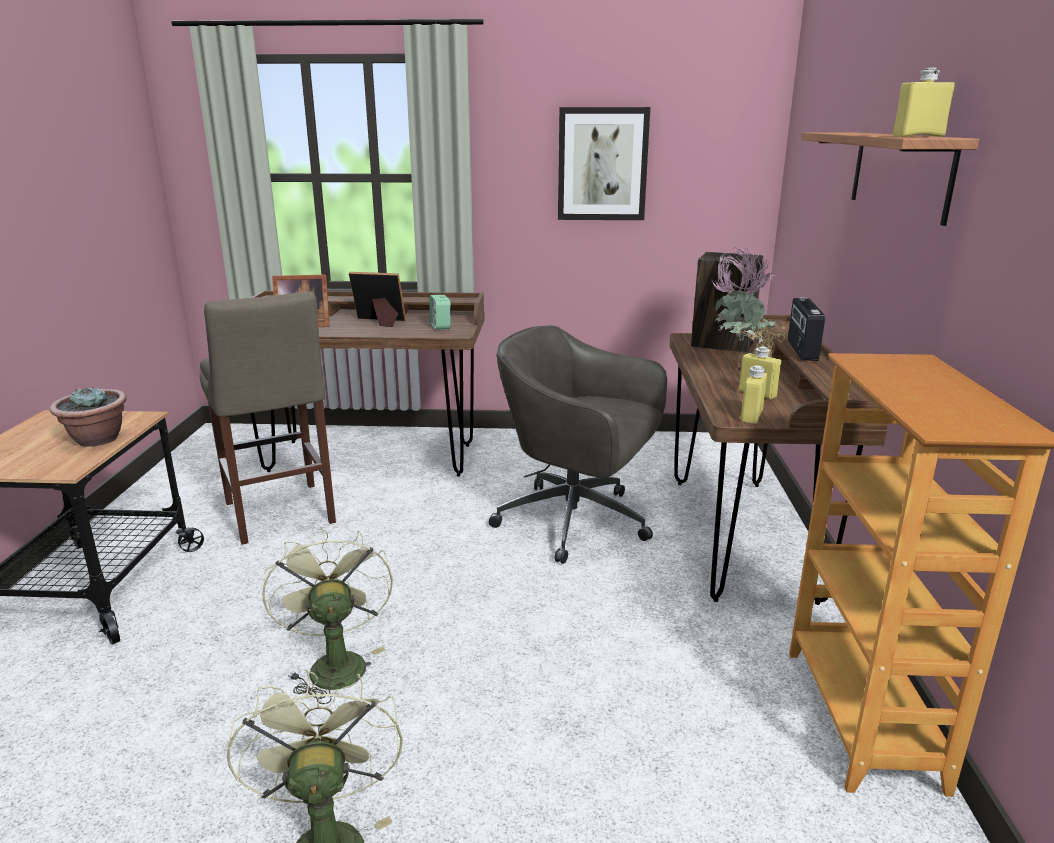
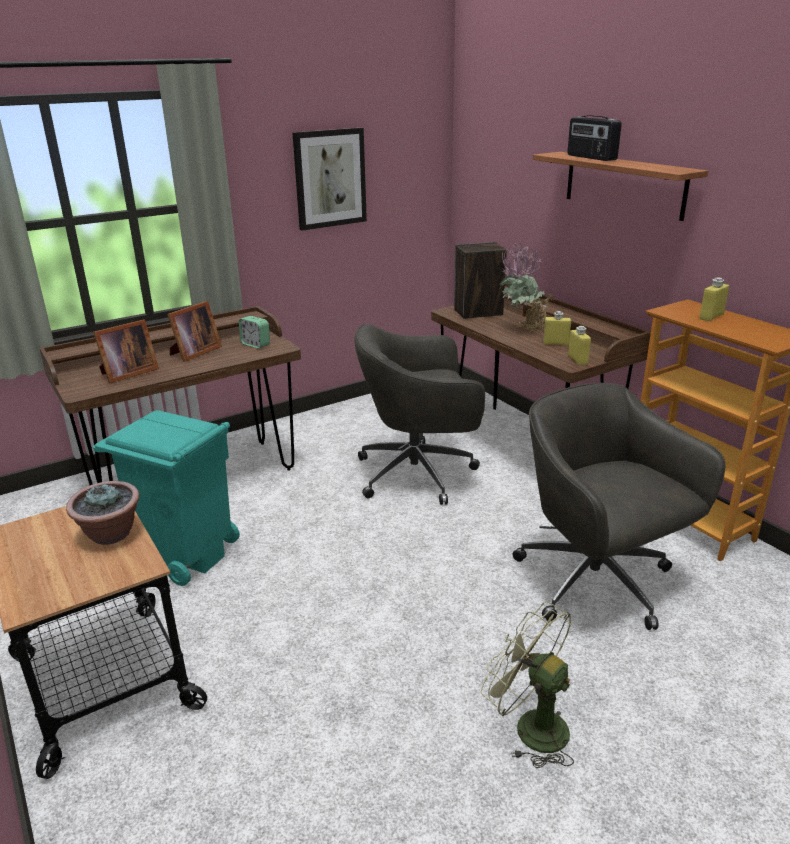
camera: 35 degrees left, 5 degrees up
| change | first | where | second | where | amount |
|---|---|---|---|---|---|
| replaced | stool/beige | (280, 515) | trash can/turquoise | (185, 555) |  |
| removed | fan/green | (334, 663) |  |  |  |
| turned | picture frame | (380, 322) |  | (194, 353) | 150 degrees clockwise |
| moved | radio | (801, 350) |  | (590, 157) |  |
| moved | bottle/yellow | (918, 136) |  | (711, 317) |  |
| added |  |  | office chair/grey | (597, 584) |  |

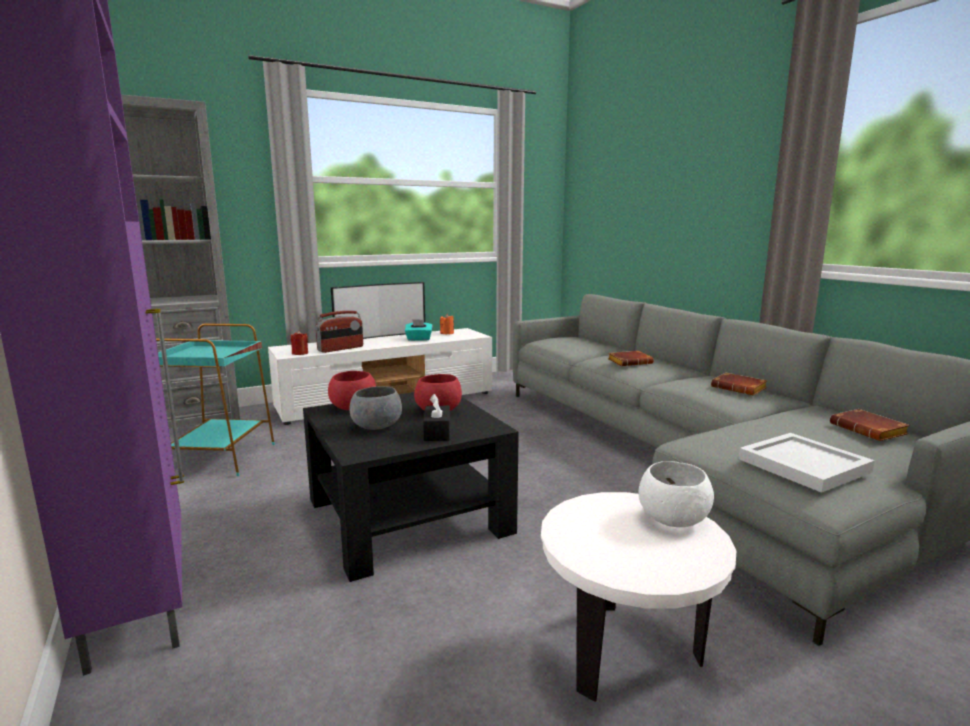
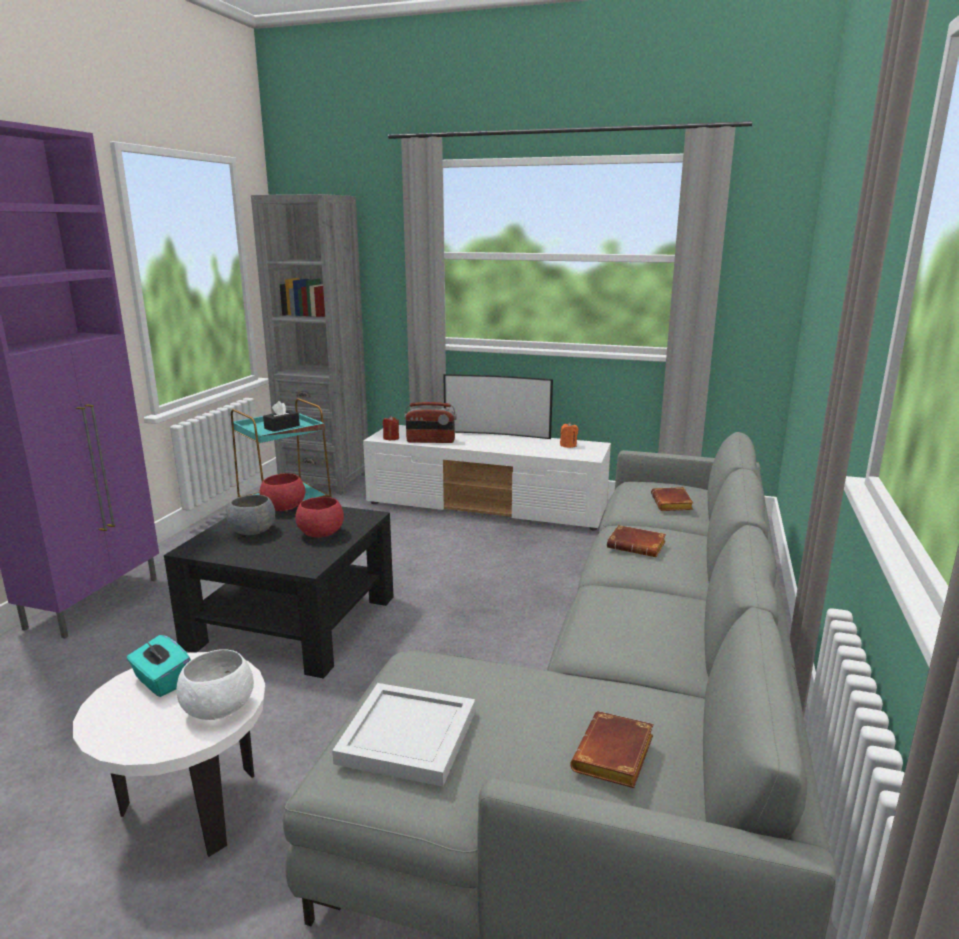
camera: 45 degrees right, 5 degrees up
| change | first | where | second | where | amount |
|---|---|---|---|---|---|
| moved | tissue box/turquoise | (419, 339) |  | (161, 681) |  |
| moved | tissue box/black | (437, 432) |  | (282, 427) |  |
| moved | book/brown | (740, 388) |  | (673, 504) |  |

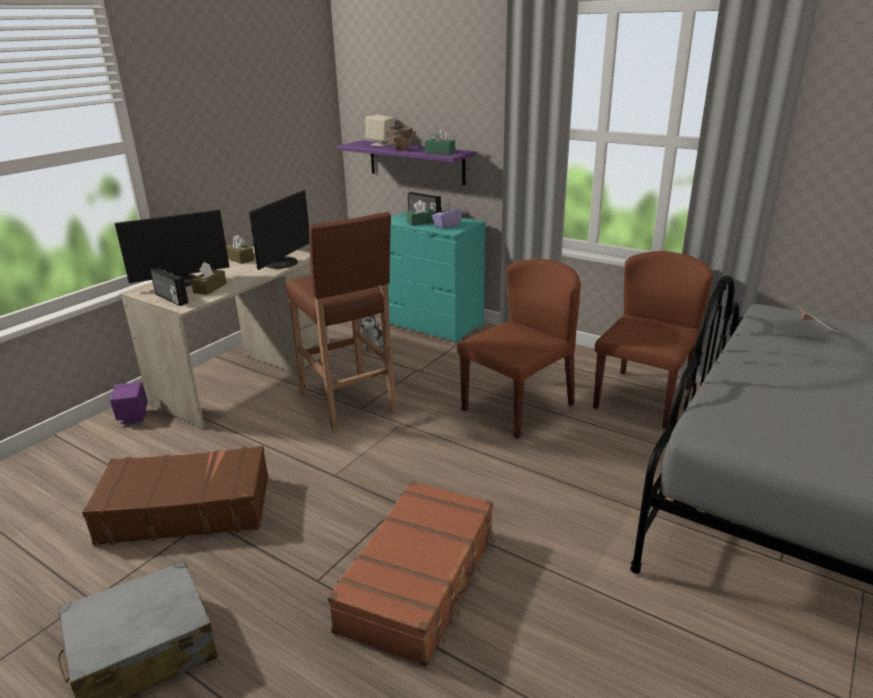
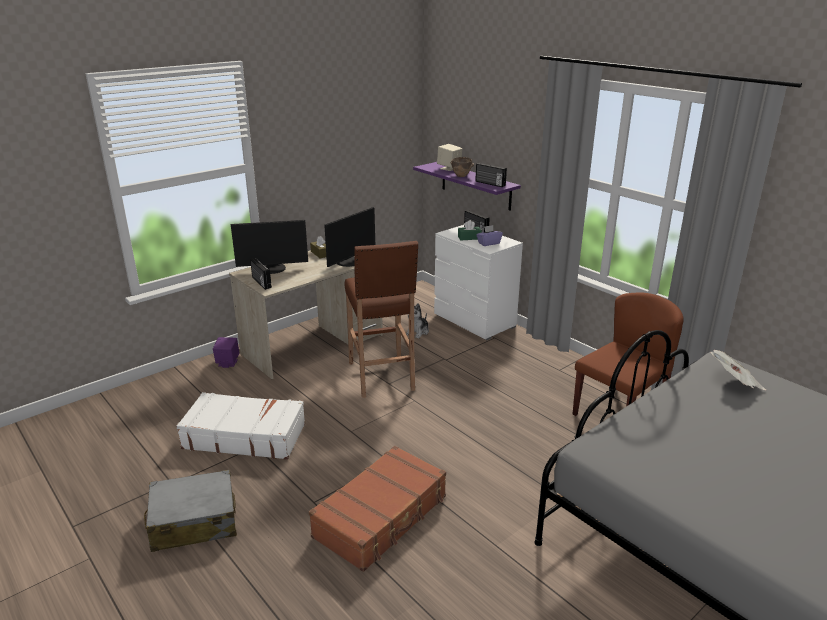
camera: 15 degrees right, 0 degrees up
| change | first | where | second | where | amount |
|---|---|---|---|---|---|
| recoloured | suitcase/brown | (186, 508) | suitcase/white | (244, 436) |  |
| removed | tissue box/brown | (210, 288) |  |  |  |
| recoloured | dresser/turquoise | (434, 324) | dresser/white | (474, 321) |  |
| replaced | tissue box/green | (440, 152) | radio | (490, 183) |  |
| removed | chair/brown | (518, 406) |  |  |  |

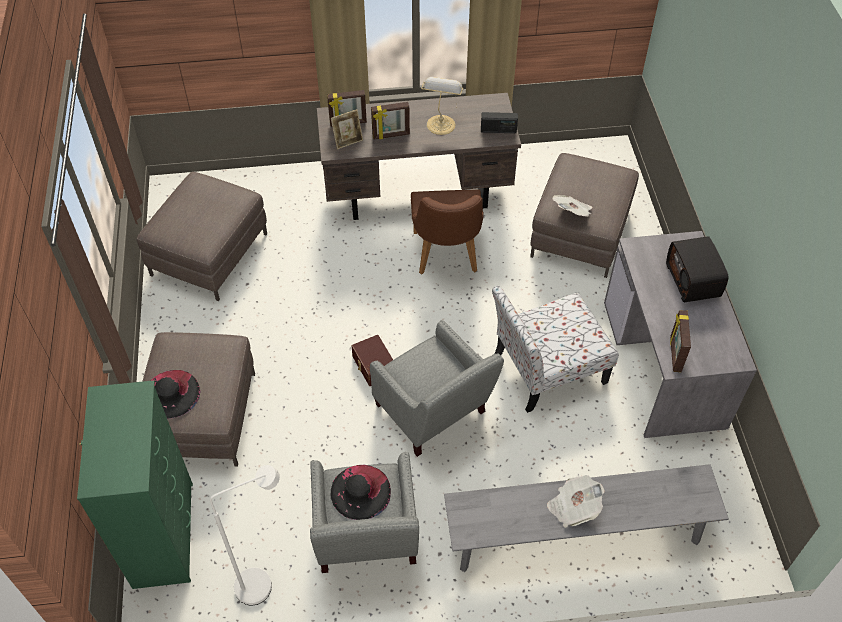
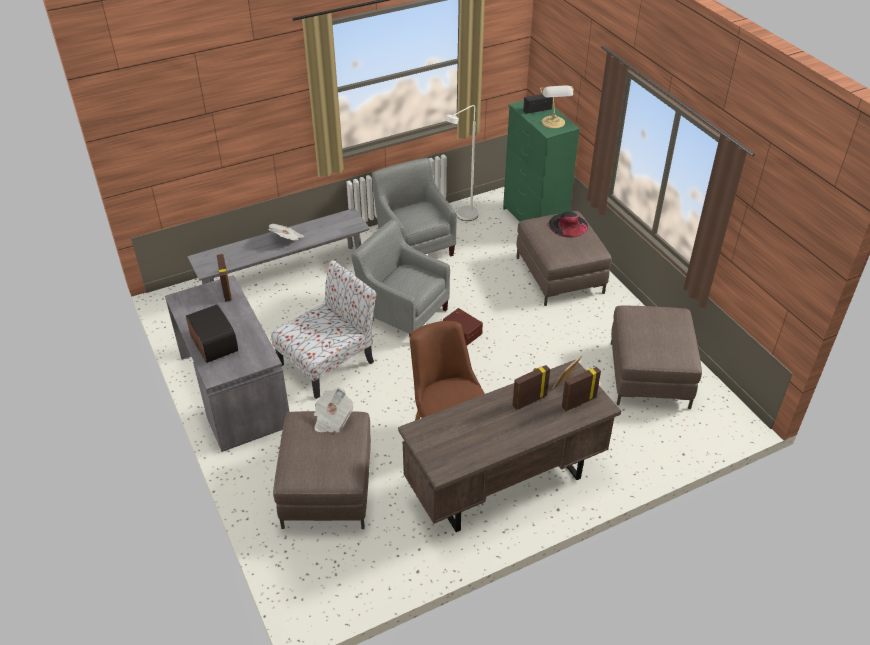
camera: 160 degrees right, 10 degrees down
| change | first | where | second | where | amount |
|---|---|---|---|---|---|
| removed | hat/black | (360, 492) |  |  |  |
| moved | table lamp | (441, 123) |  | (553, 123) |  |
| moved | radio | (498, 130) |  | (537, 110) |  |

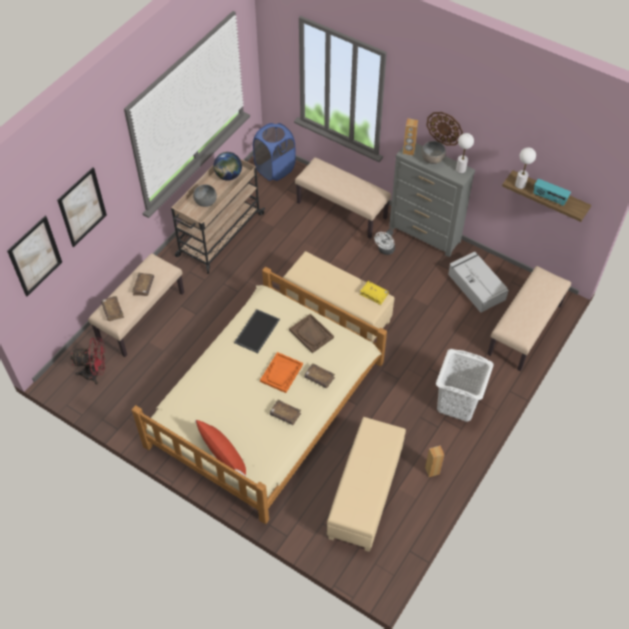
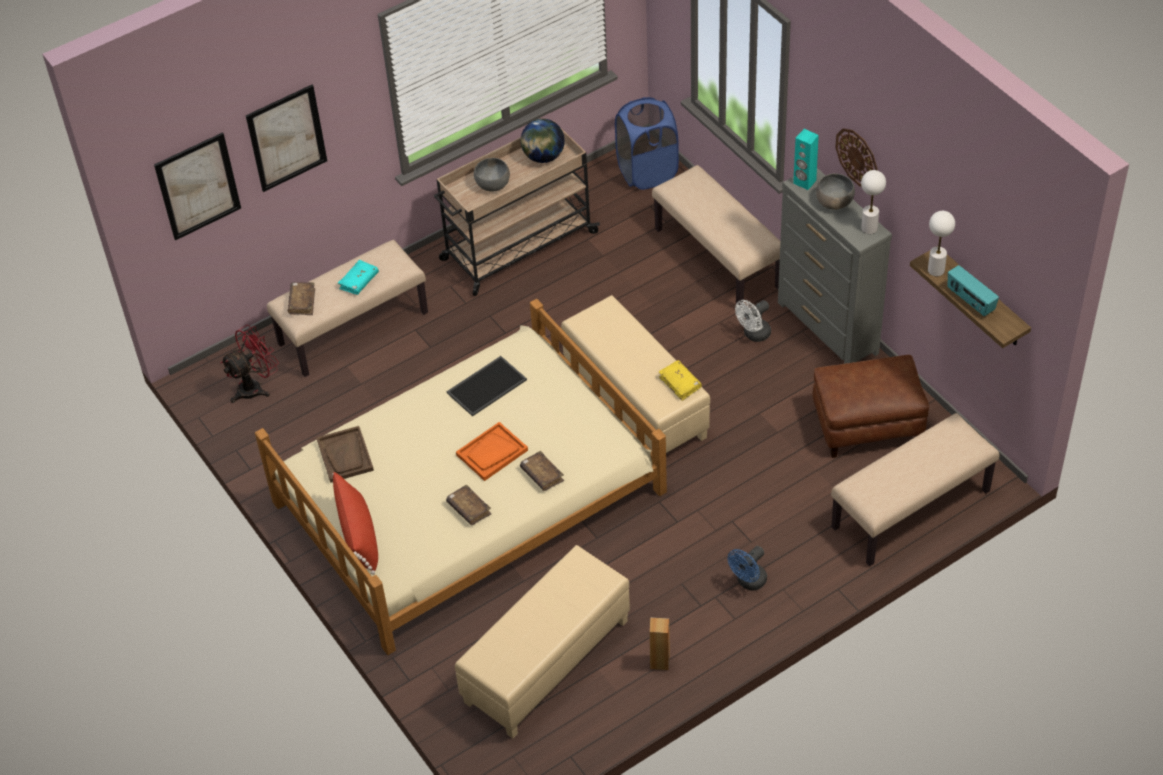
camera: 25 degrees right, 5 degrees down
| change | first | where | second | where | amount |
|---|---|---|---|---|---|
| turned | fan/red | (95, 373) |  | (255, 387) | 60 degrees counterclockwise |
| recoloured | book/brown | (143, 286) | book/turquoise | (359, 281) |  |
| moved | tray/brown | (311, 334) |  | (345, 455) |  |
| recoloured | speaker/brown | (408, 151) | speaker/turquoise | (804, 182) |  |
| replaced | laundry basket/white | (458, 403) | fan/blue | (748, 582) |  |
| replaced | storage box/grey | (476, 286) | ottoman/brown | (868, 424) |  |

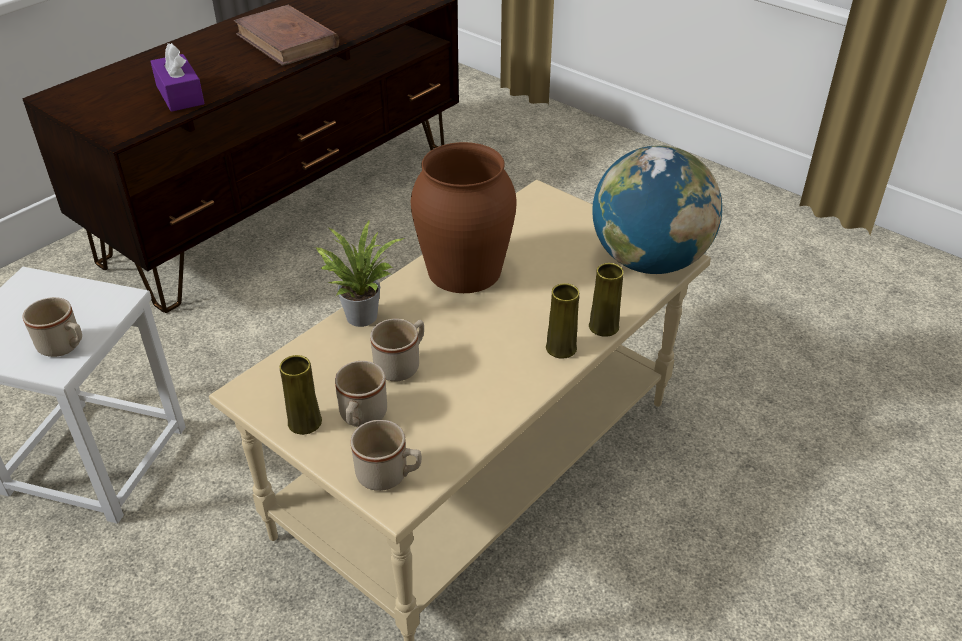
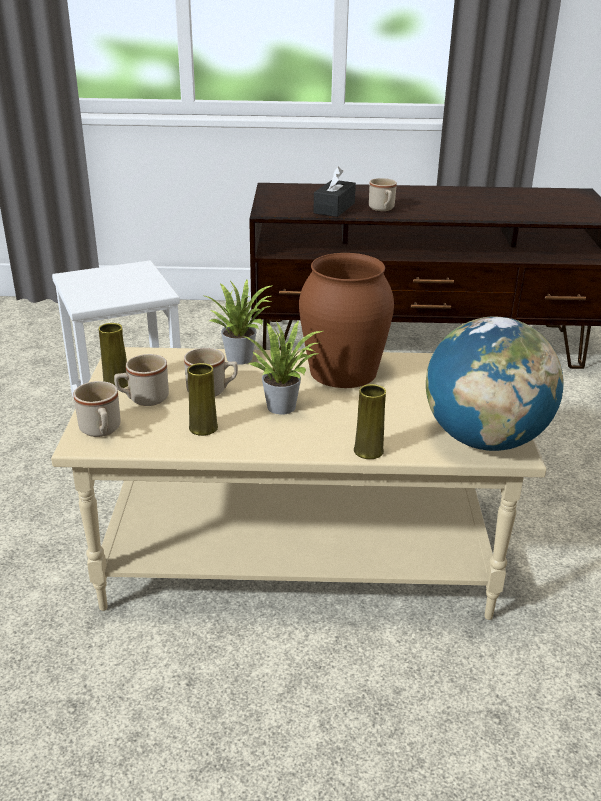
camera: 50 degrees right, 10 degrees down
| change | first | where | second | where | amount |
|---|---|---|---|---|---|
| moved | mug/beige | (65, 347) |  | (382, 209) |  |
| recoloured | tissue box/purple | (180, 95) | tissue box/black | (334, 208) |  |
| removed | book/brown | (287, 41) |  |  |  |
| moved | vase/yellow | (561, 348) |  | (203, 428) |  |
| added |  |  | potted plant | (284, 405) |  |

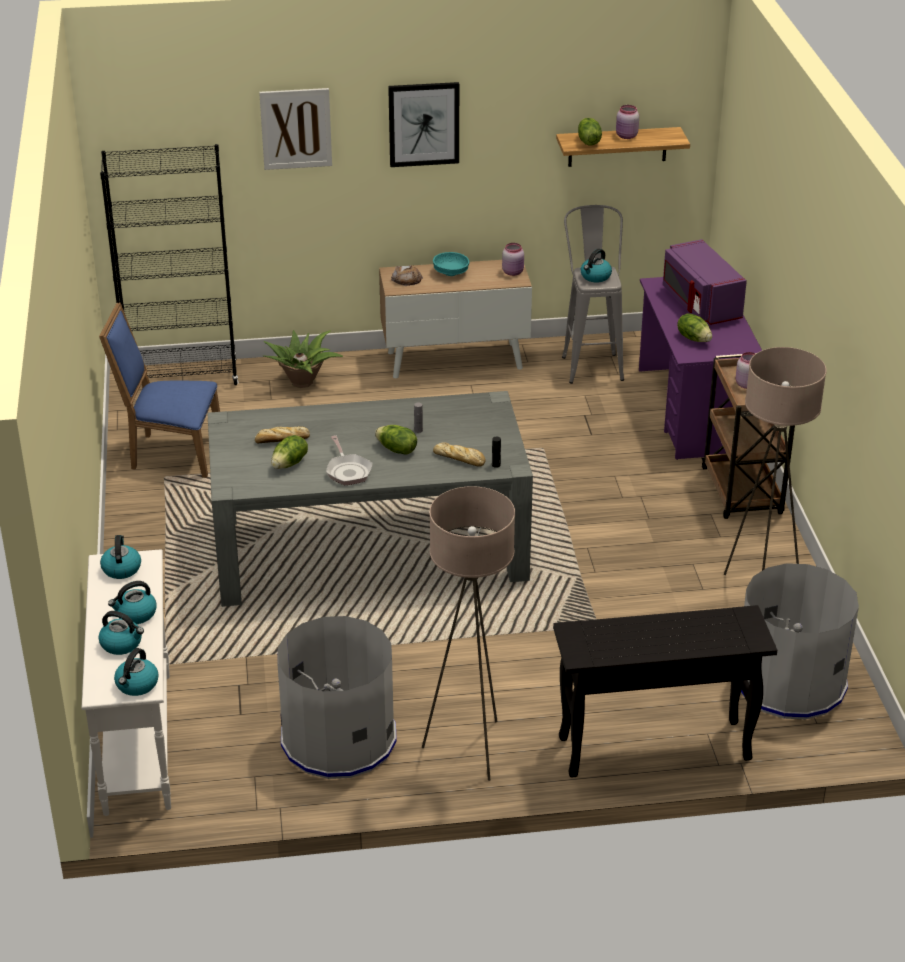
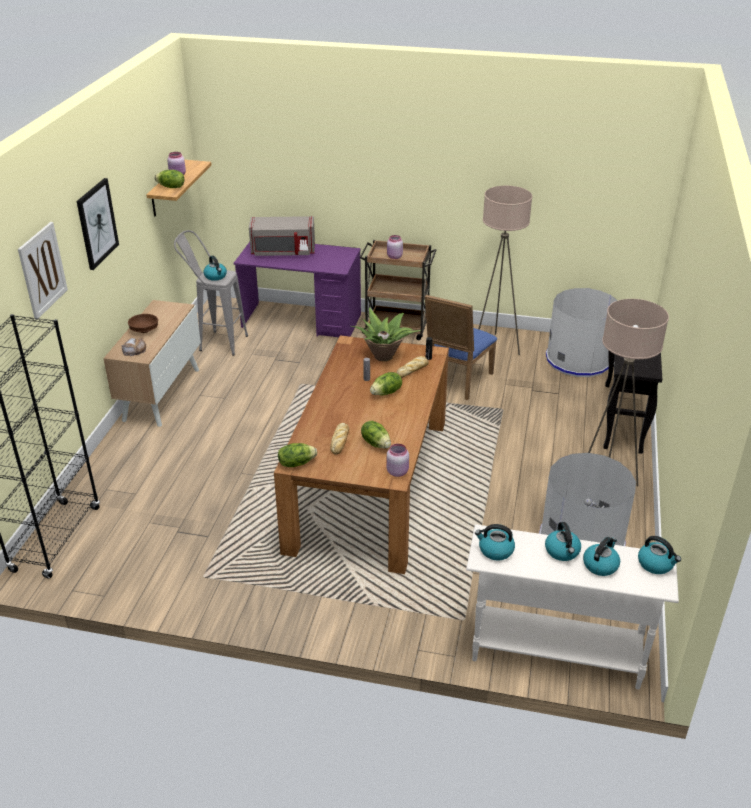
camera: 70 degrees left, 0 degrees up
| change | first | where | second | where | amount |
|---|---|---|---|---|---|
| moved | chair/blue | (171, 453) |  | (456, 382) |  |
| recoloured | dining table/grey | (369, 547) | dining table/brown | (369, 483) |  |
| moved | potted plant | (303, 382) |  | (384, 355) |  |
| removed | frying pan | (348, 471) |  |  |  |
| recoloured | bowl/turquoise | (450, 273) | bowl/brown | (144, 330) |  |
| moved | jar/pink | (513, 272) |  | (397, 471) |  |
| recoloured | microwave/purple | (699, 303) | microwave/grey | (283, 252) |  |
| moved | lettuce | (694, 338) |  | (296, 463) |  |

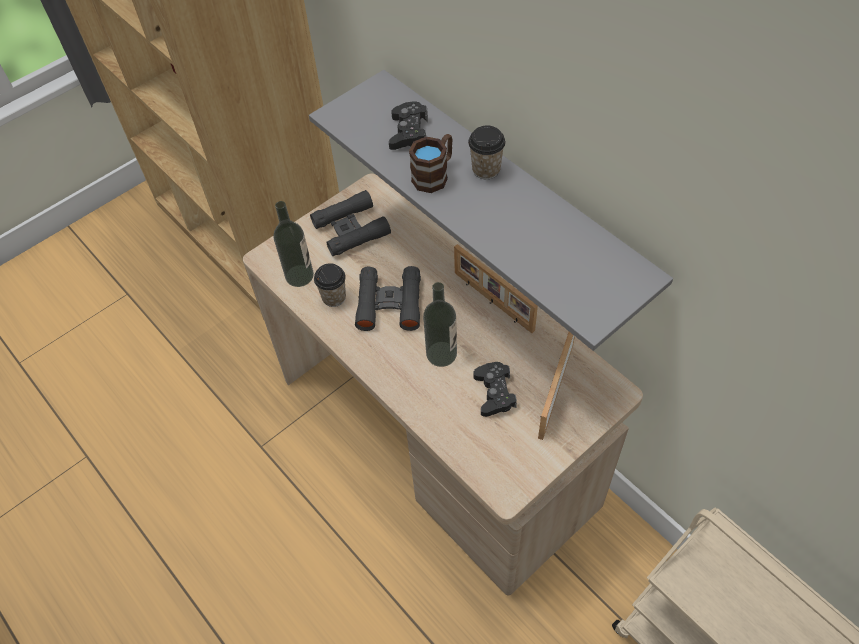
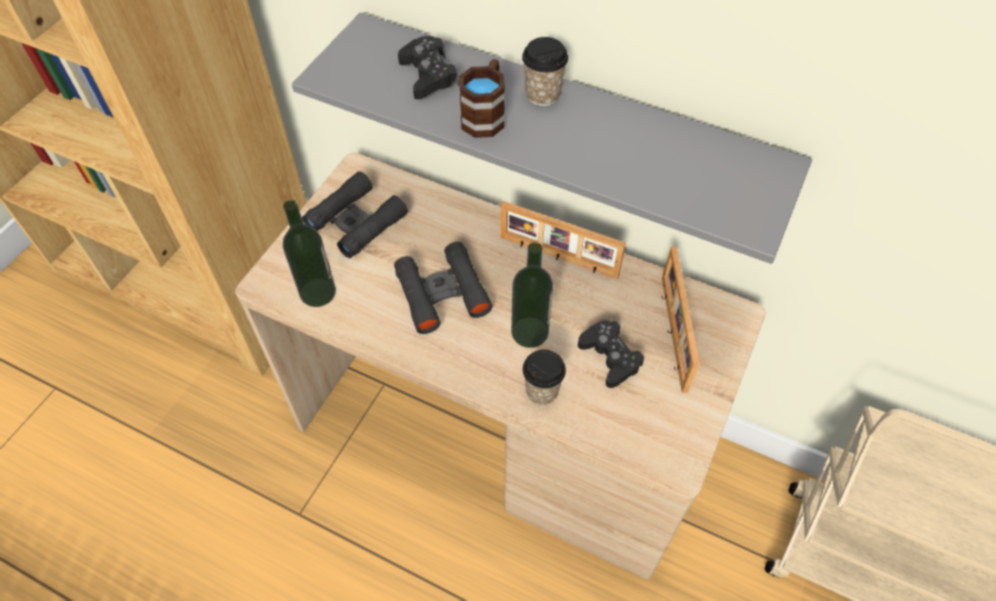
camera: 25 degrees left, 0 degrees up
| change | first | where | second | where | amount |
|---|---|---|---|---|---|
| moved | cup | (334, 297) |  | (542, 391) |  |

